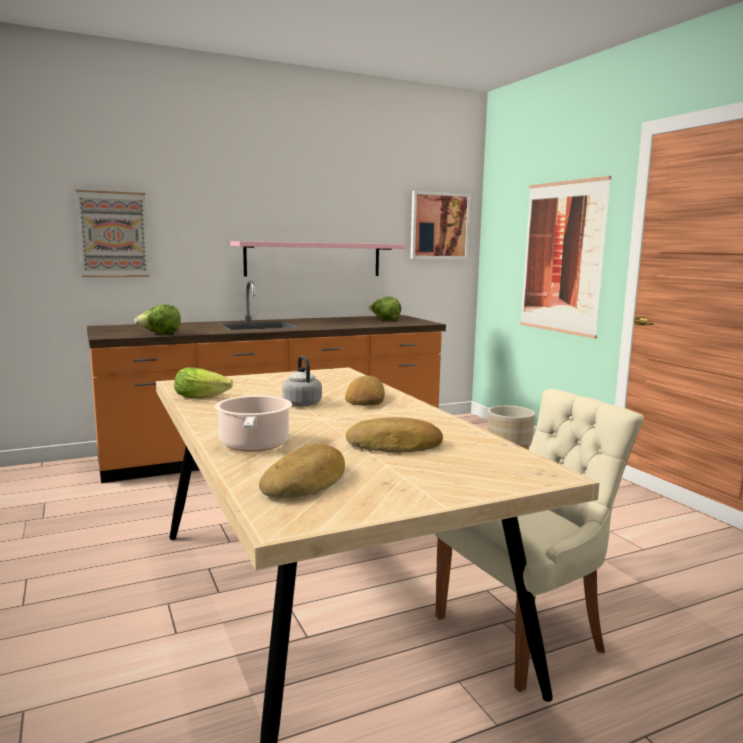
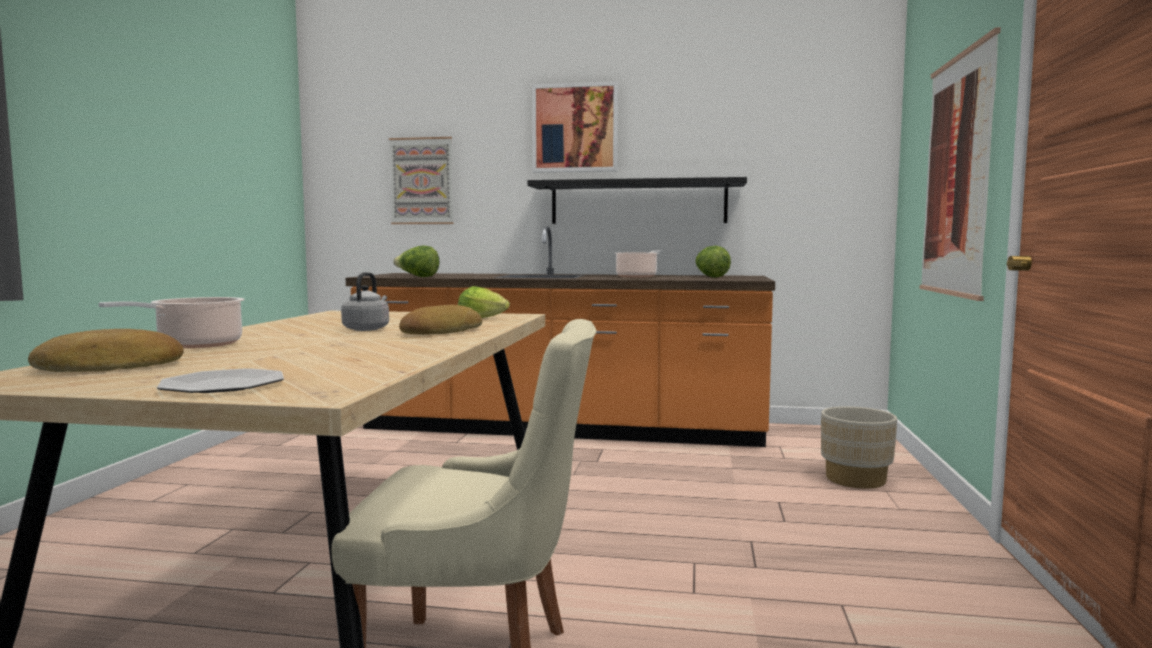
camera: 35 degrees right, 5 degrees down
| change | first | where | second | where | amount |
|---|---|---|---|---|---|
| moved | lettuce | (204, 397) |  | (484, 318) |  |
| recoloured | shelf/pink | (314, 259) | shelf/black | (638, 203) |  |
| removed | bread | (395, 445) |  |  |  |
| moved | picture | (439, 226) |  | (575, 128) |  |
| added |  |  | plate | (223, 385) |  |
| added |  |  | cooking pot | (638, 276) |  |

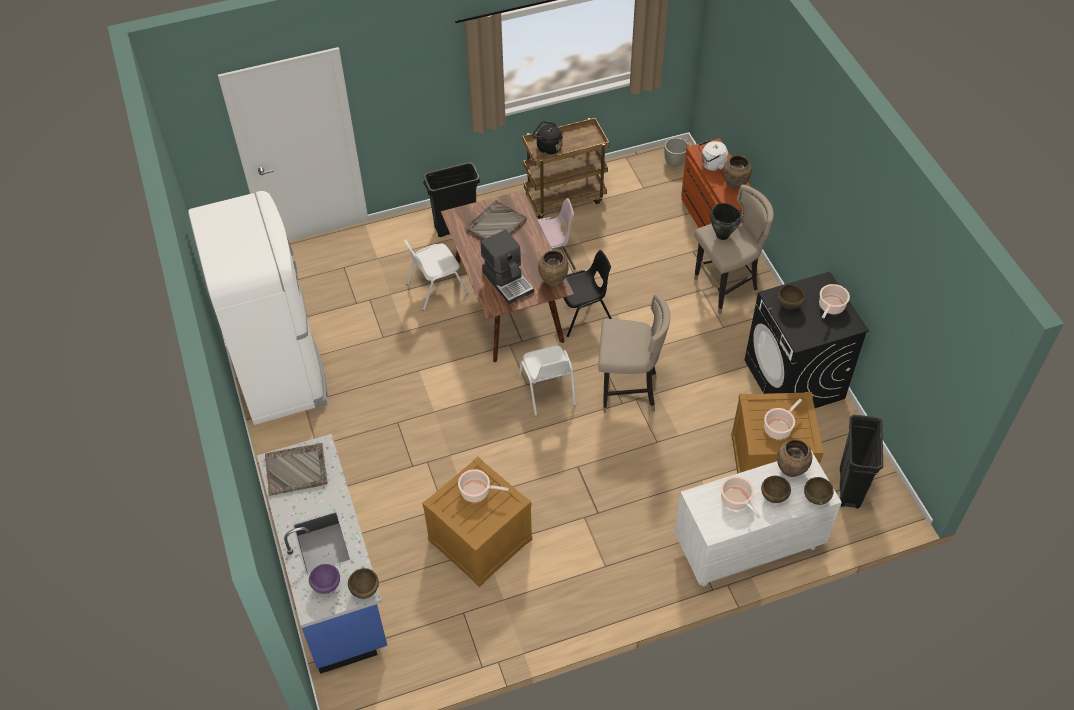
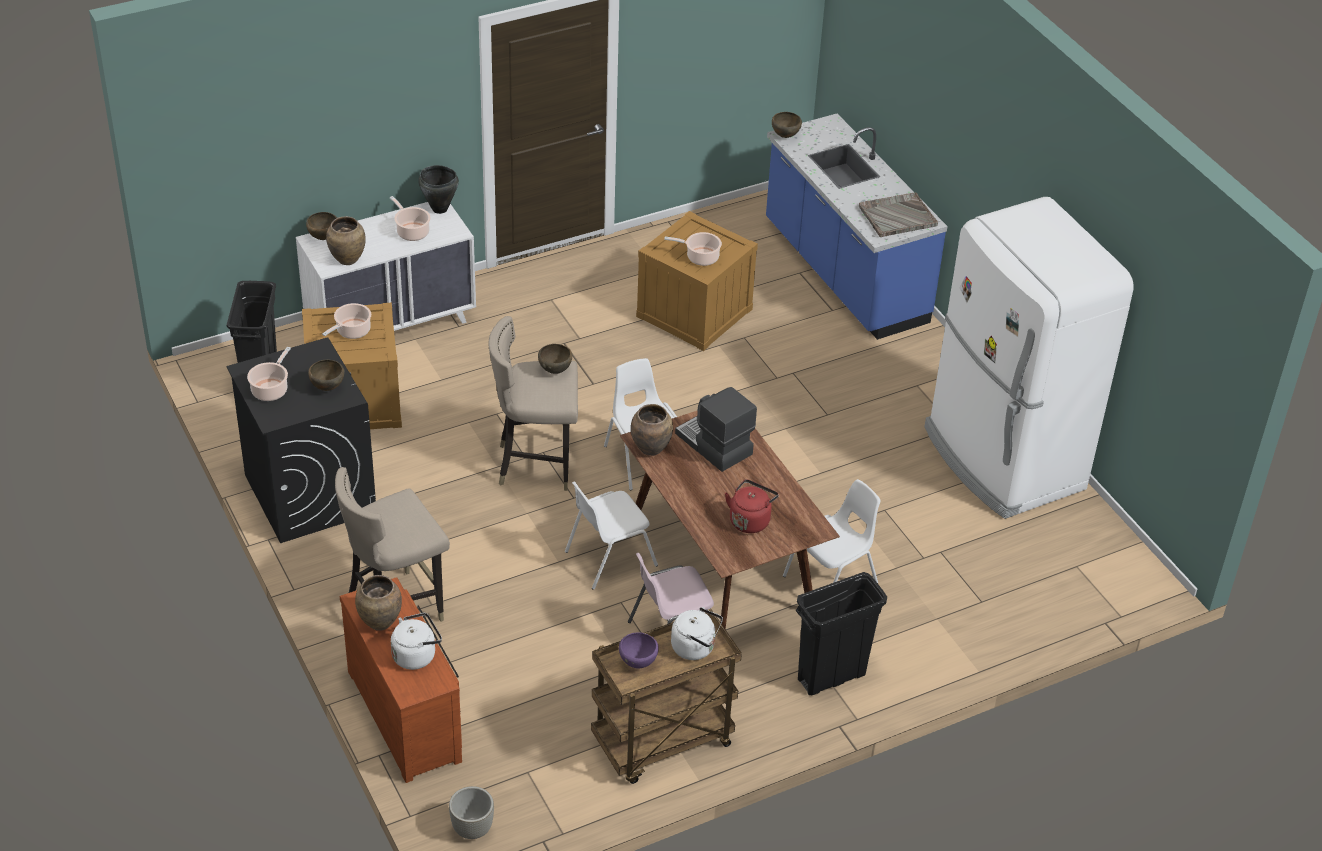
camera: 170 degrees right, 10 degrees down
| change | first | where | second | where | amount |
|---|---|---|---|---|---|
| moved | bowl/purple | (326, 586) |  | (638, 663) |  |
| replaced | tray/grey | (495, 225) | kettle/red | (750, 520) |  |
| recoloured | kettle/black | (547, 147) | kettle/white | (695, 648) |  |
| recoloured | chair/black | (582, 314) | chair/white | (609, 558) |  |
| moved | cooking pot/black | (722, 235) |  | (439, 209) |  |
| moved | bowl/brown | (773, 497) |  | (555, 370) |  |

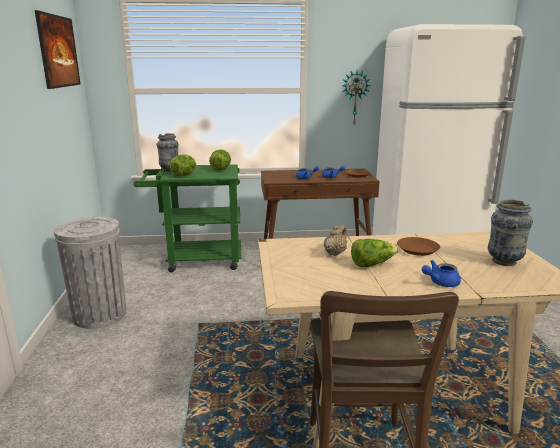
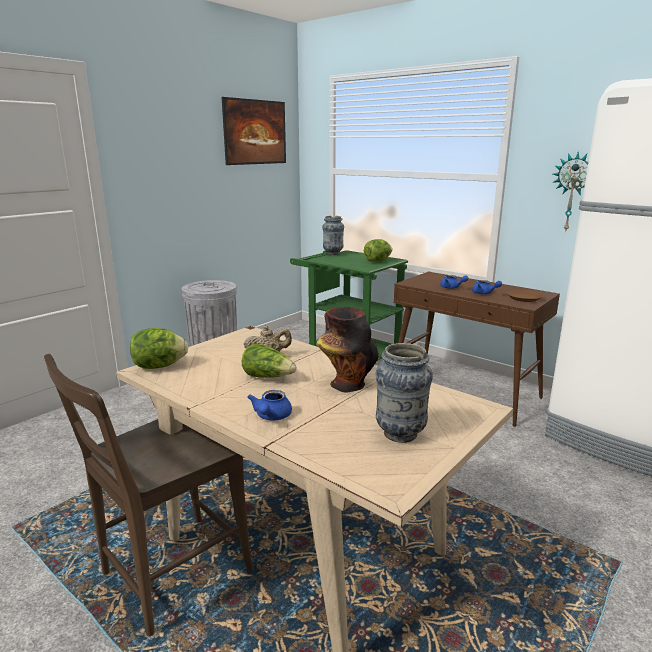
camera: 45 degrees right, 0 degrees up
| change | first | where | second | where | amount |
|---|---|---|---|---|---|
| moved | lettuce | (184, 175) |  | (159, 366) |  |
| replaced | plate/brown | (417, 250) | vase | (346, 384) |  |
| turned | teapot/blue | (440, 283) |  | (271, 417) | 105 degrees counterclockwise |

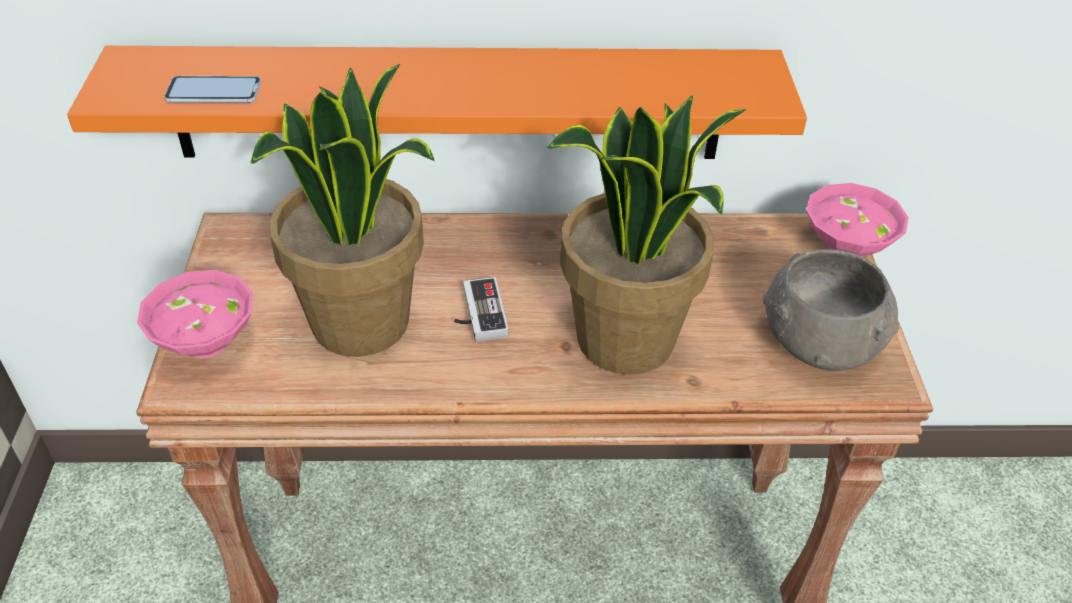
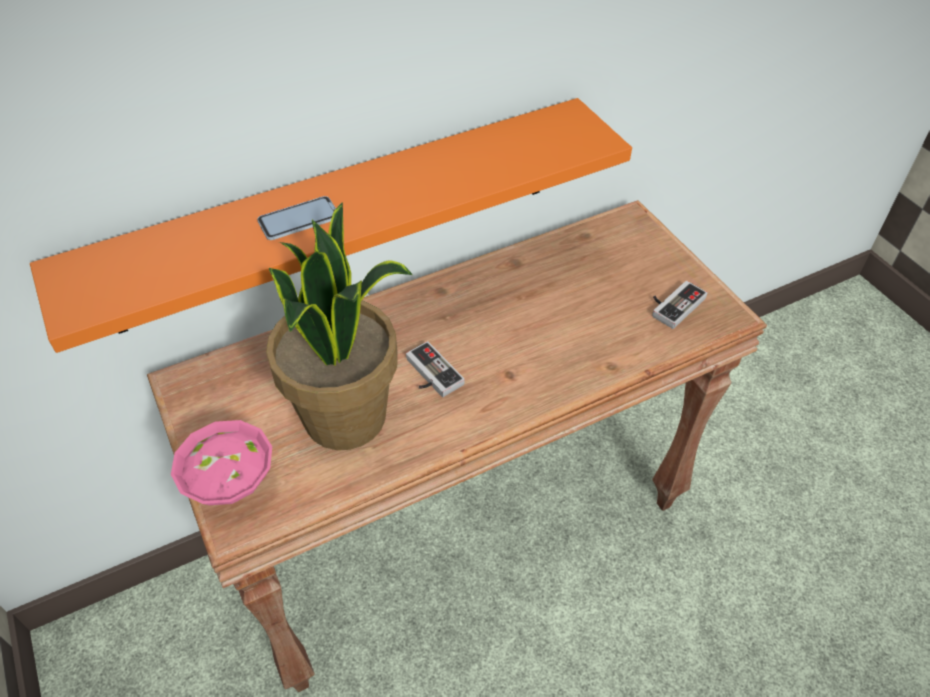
camera: 25 degrees left, 5 degrees up
| change | first | where | second | where | amount |
|---|---|---|---|---|---|
| moved | phone | (214, 92) |  | (299, 220) |  |
| removed | potted plant | (626, 341) |  |  |  |
| replaced | bowl/grey | (820, 341) | game controller | (673, 304) |  |
| removed | bowl/pink | (844, 249) |  |  |  |

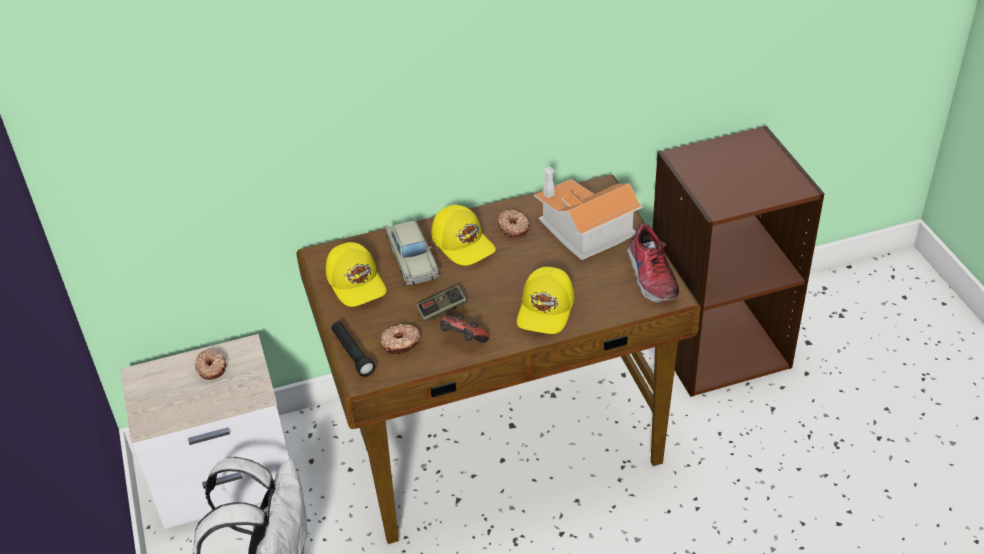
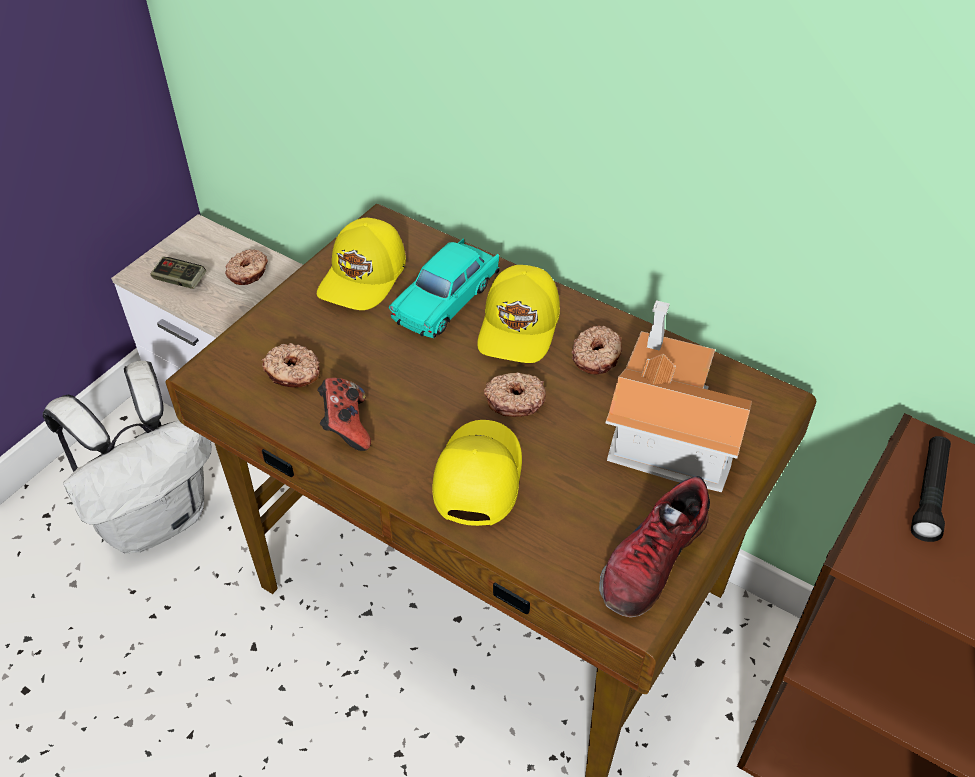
camera: 50 degrees right, 5 degrees up
| change | first | where | second | where | amount |
|---|---|---|---|---|---|
| moved | flashlight/black | (352, 353) |  | (929, 494) |  |
| recoloured | toy car/beige | (412, 259) | toy car/turquoise | (447, 299) |  |
| moved | game controller | (442, 310) |  | (180, 280) |  |
| turned | cap/yellow | (547, 309) |  | (476, 478) | 120 degrees clockwise |
| added |  |  | donut | (515, 400) |  |

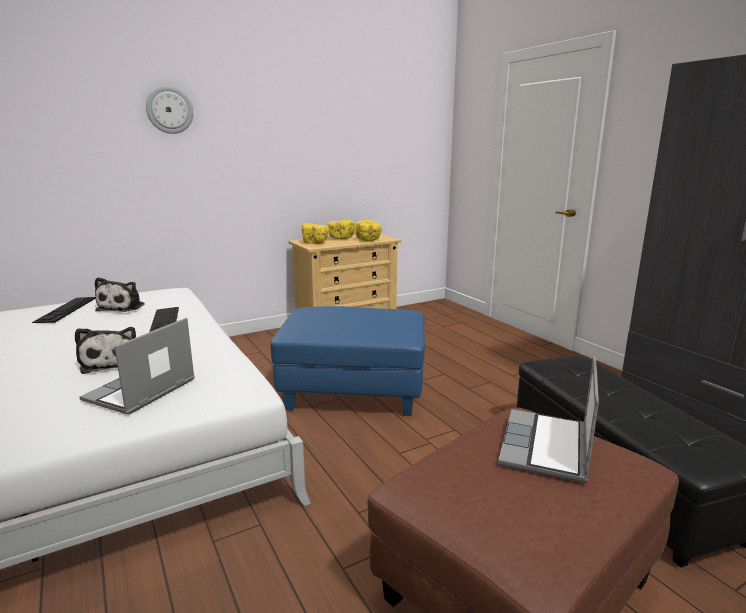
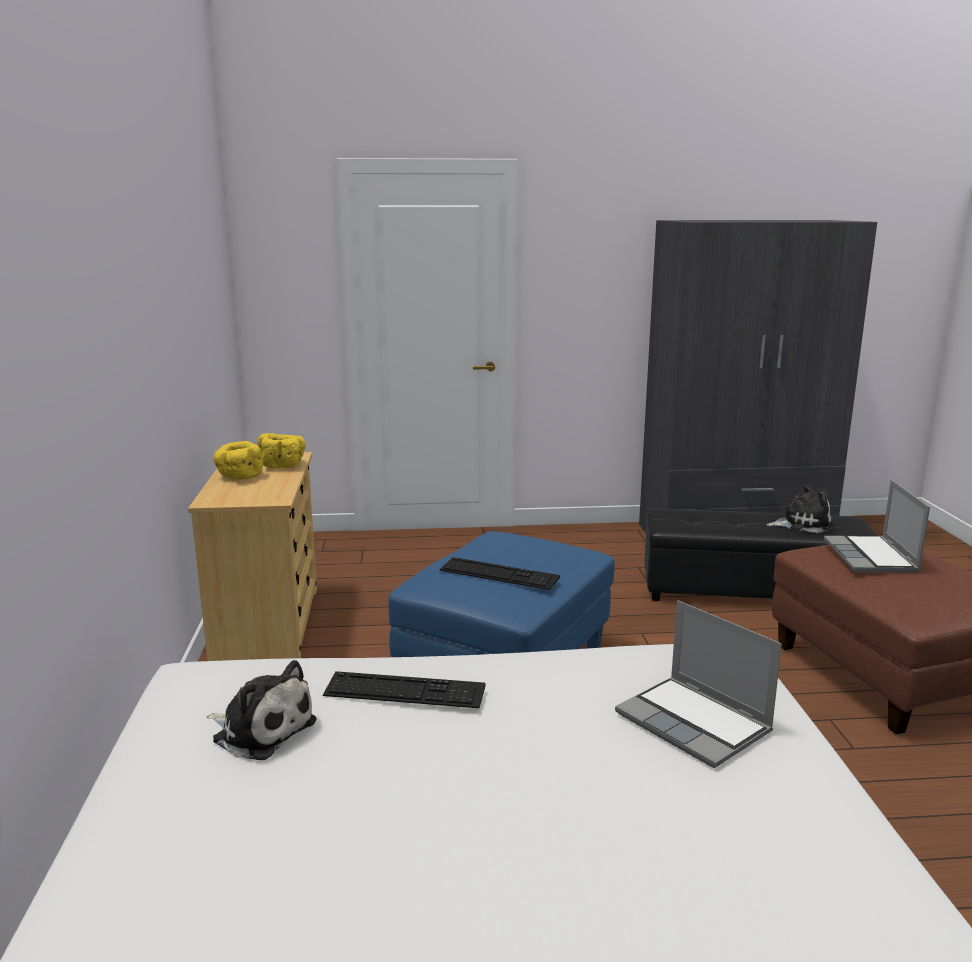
camera: 65 degrees left, 0 degrees up
| change | first | where | second | where | amount |
|---|---|---|---|---|---|
| moved | keyboard | (66, 309) |  | (499, 574) |  |
| moved | plush toy | (111, 362) |  | (801, 524) |  |
| removed | wall clock | (169, 110) |  |  |  |
| removed | bowl/yellow | (315, 243) |  |  |  |
| turned | laptop | (547, 448) |  | (871, 557) | 45 degrees clockwise |

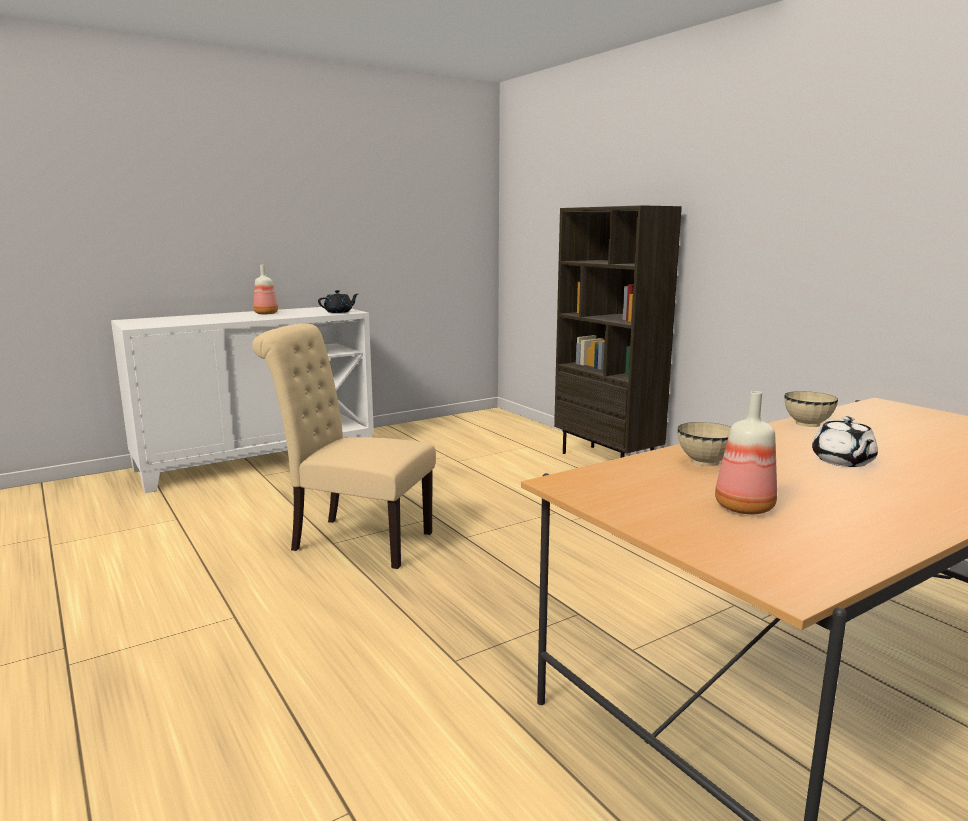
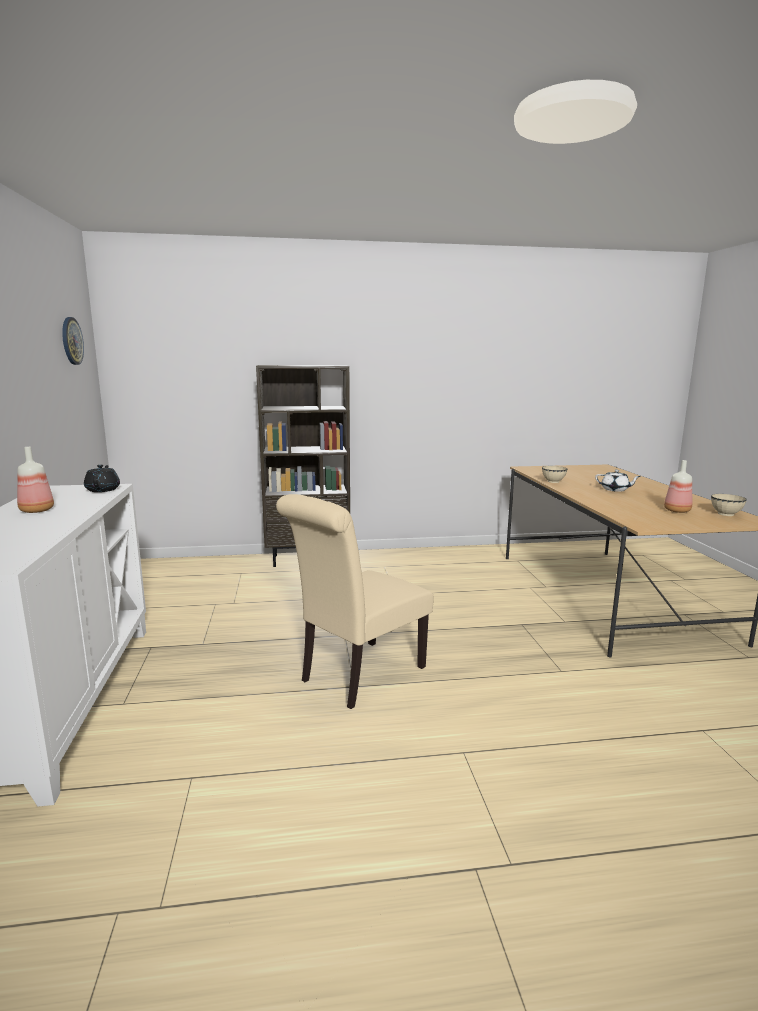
camera: 65 degrees left, 0 degrees up
| change | first | where | second | where | amount |
|---|---|---|---|---|---|
| moved | bowl/beige | (705, 462) |  | (726, 514) |  |
| added |  |  | wall clock | (71, 341) |  |

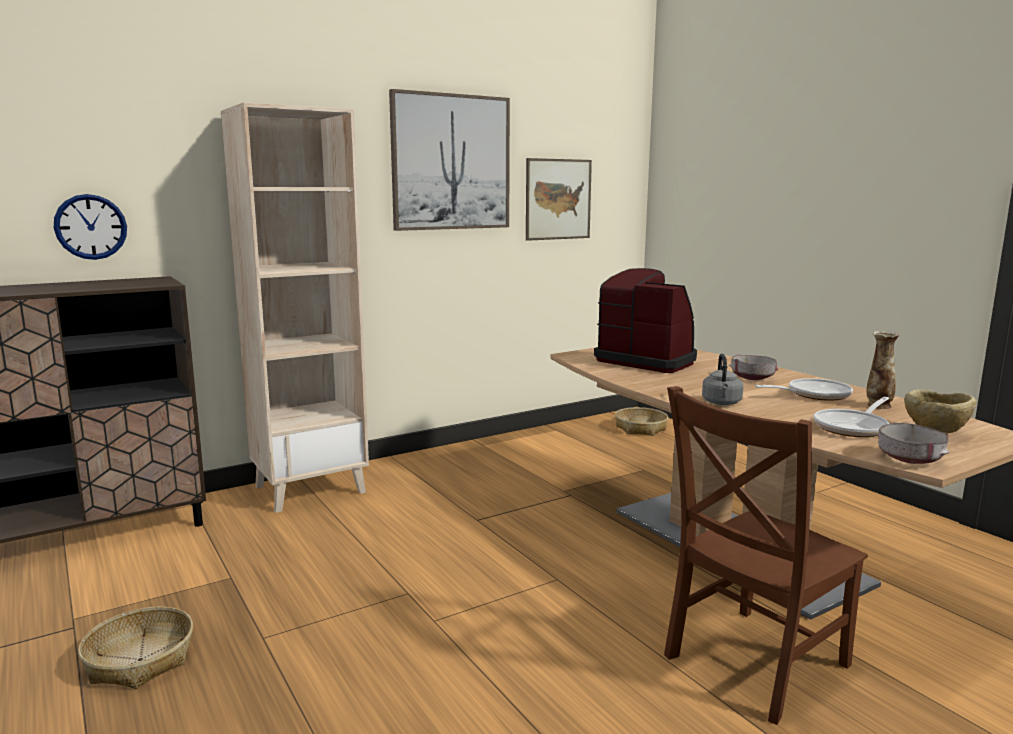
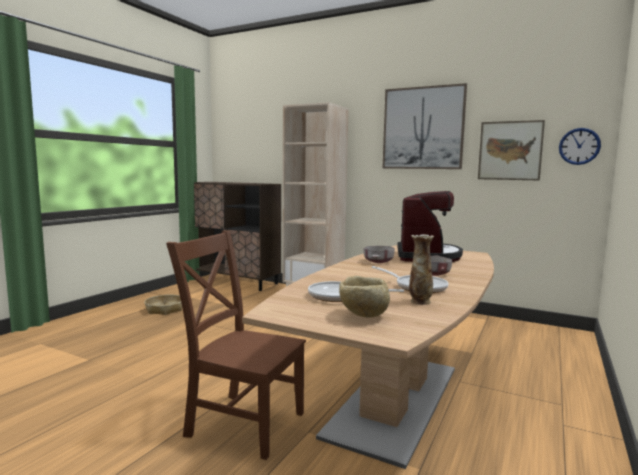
camera: 60 degrees right, 5 degrees down
| change | first | where | second | where | amount |
|---|---|---|---|---|---|
| moved | wall clock | (91, 227) |  | (579, 146) |  |
| removed | basket | (640, 428) |  |  |  |
| removed | kettle/grey | (721, 403) |  |  |  |
| moved | bowl/grey | (909, 459) |  | (378, 262) |  |

